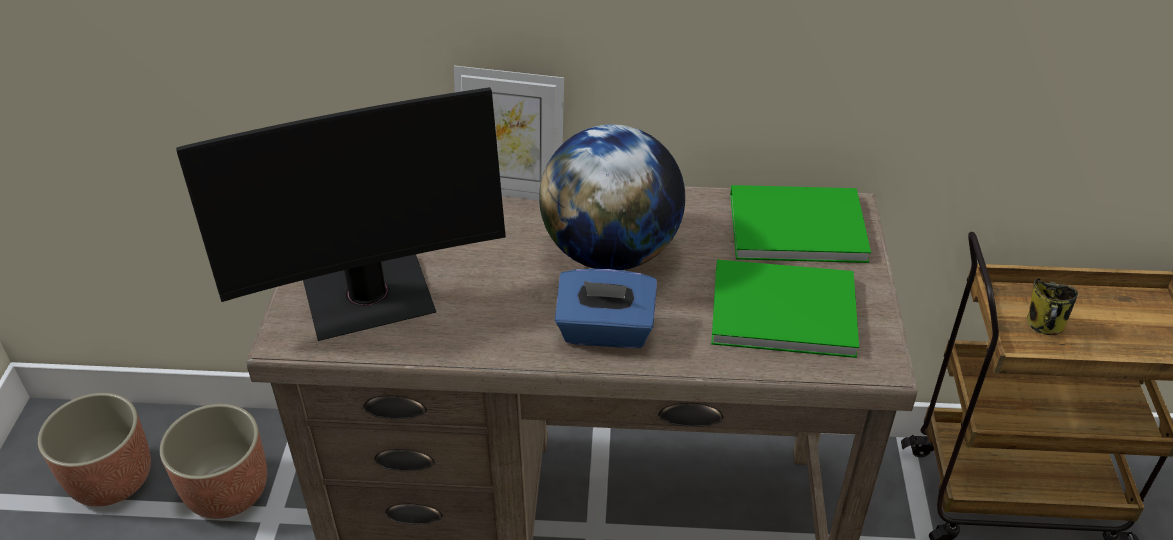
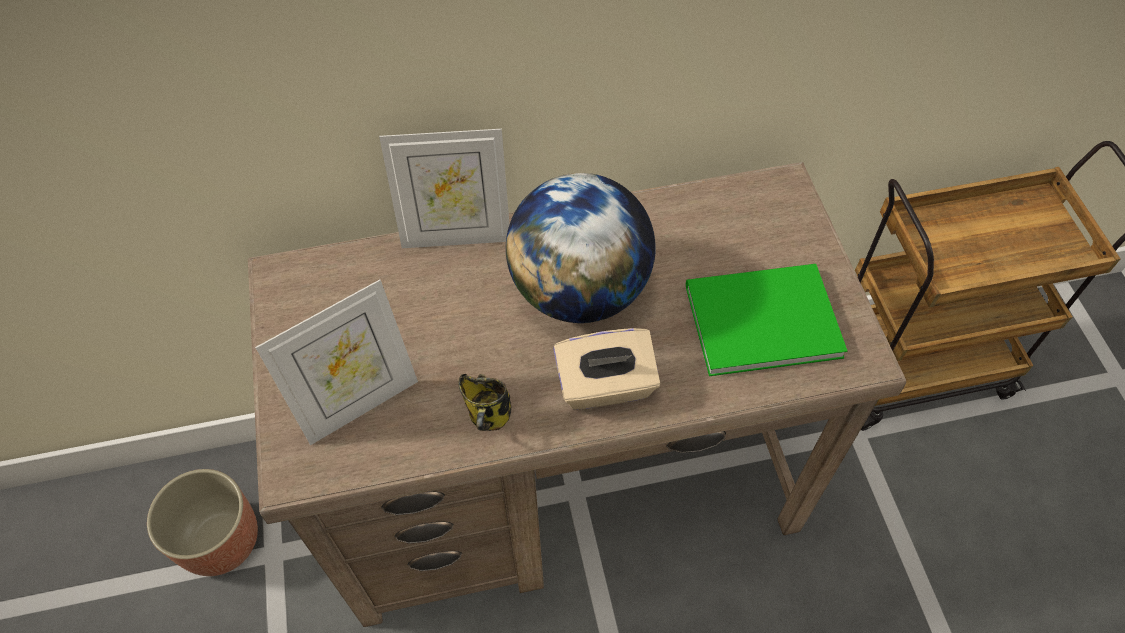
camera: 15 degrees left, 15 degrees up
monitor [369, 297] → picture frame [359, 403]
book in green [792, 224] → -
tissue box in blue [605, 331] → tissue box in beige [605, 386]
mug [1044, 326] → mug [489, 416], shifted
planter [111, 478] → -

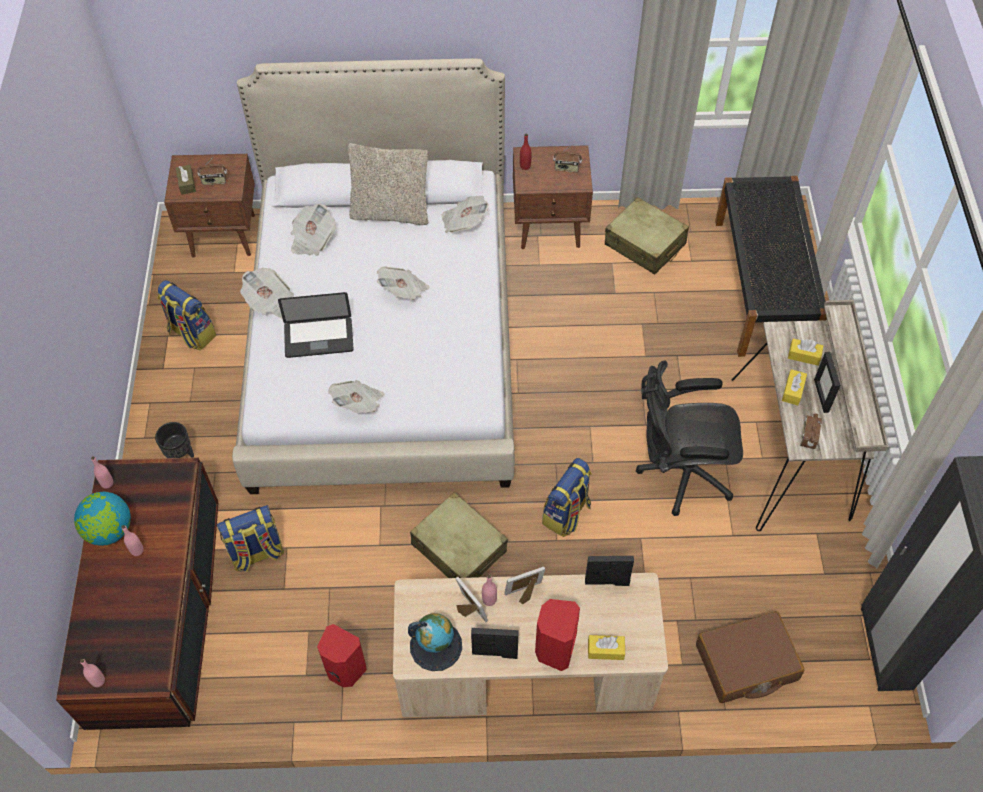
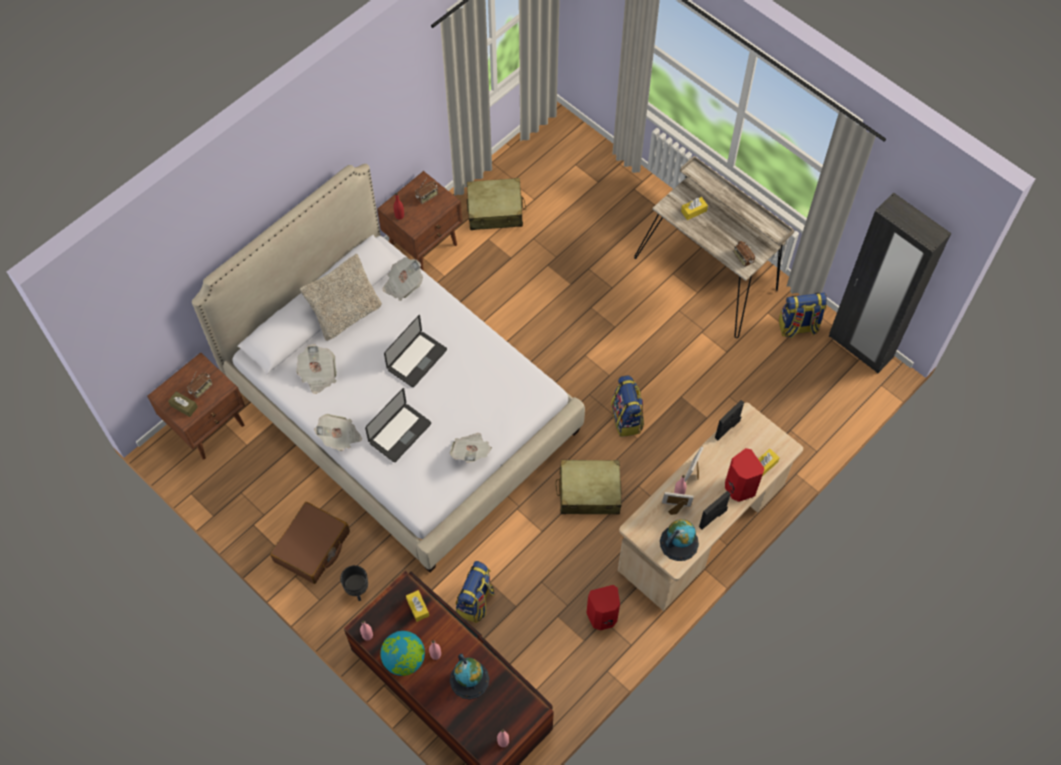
camera: 45 degrees left, 5 degrees up
bench in black [763, 285] → -
newspaper [403, 291] → laptop [417, 360]
backpack [191, 333] → backpack [798, 327], shifted
picture frame [822, 395] → -
office chair [680, 472] → -
tissue box in yellow [793, 391] → tissue box in yellow [418, 607], shifted
suitcase in brown [746, 663] → suitcase in brown [312, 547], shifted
- → globe [469, 679]

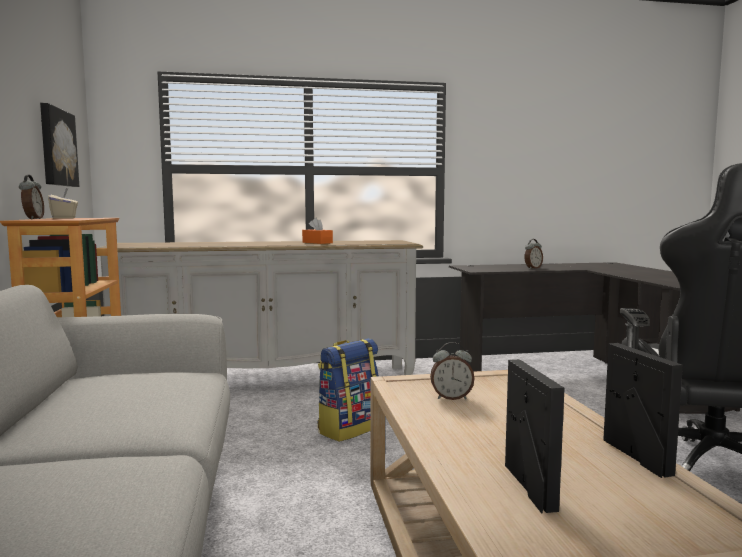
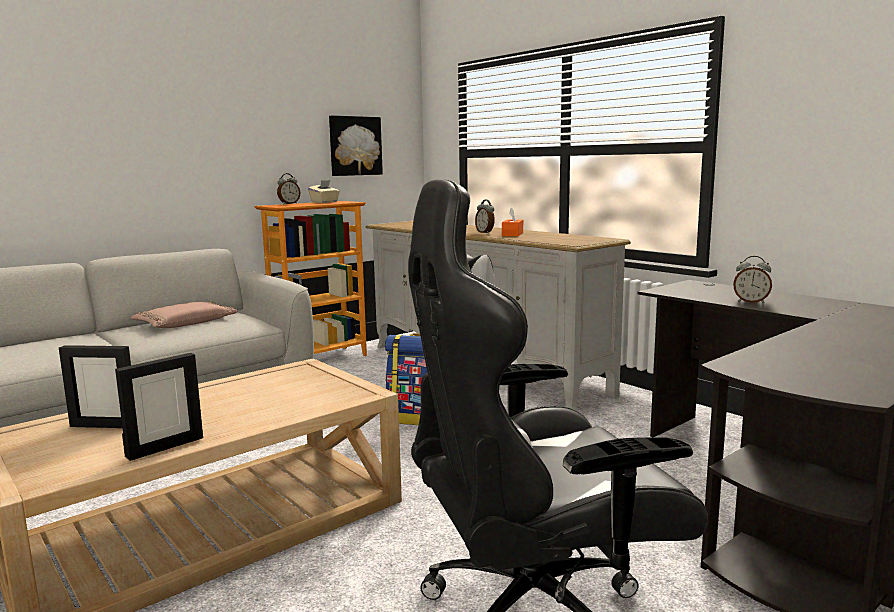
camera: 60 degrees right, 5 degrees up
alarm clock [451, 397] → alarm clock [485, 233], shifted
picture frame [527, 487] → picture frame [105, 425], 45 degrees clockwise
- → pillow in beige [186, 321]

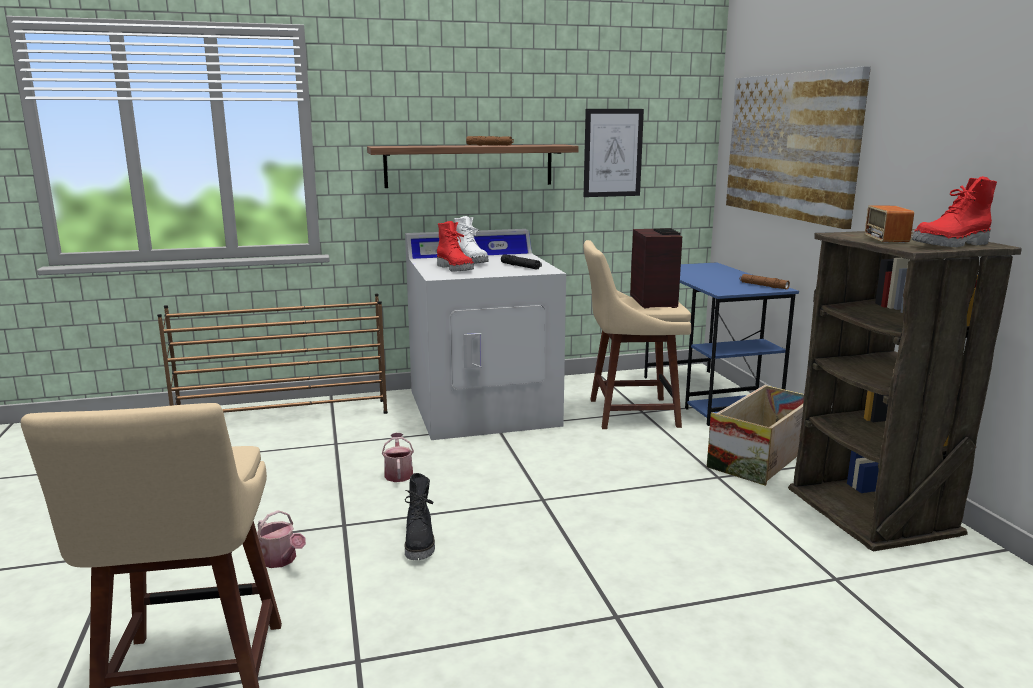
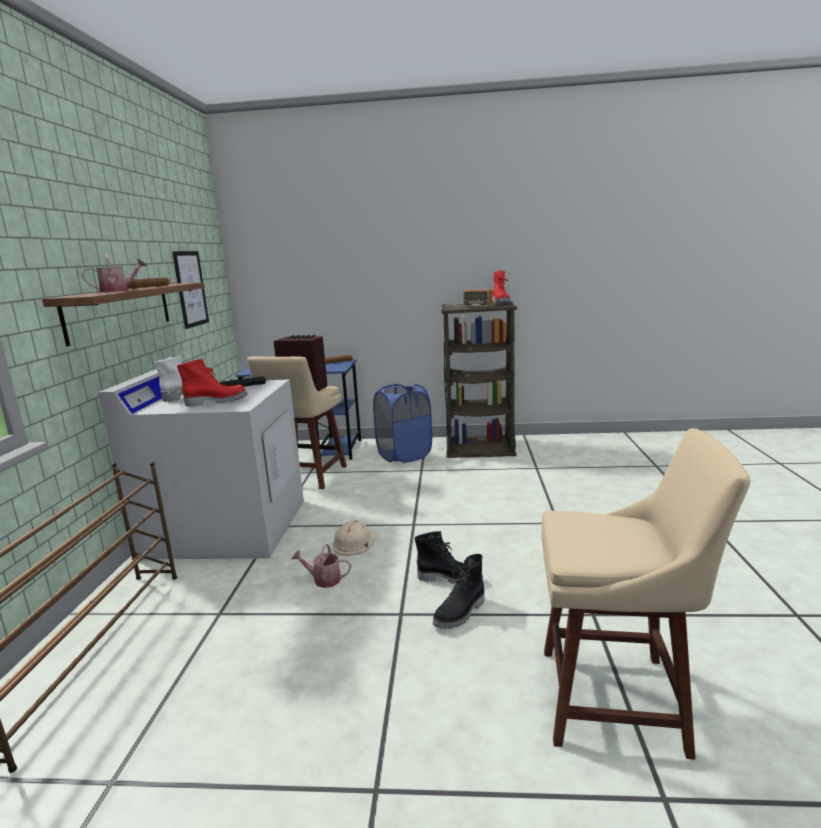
camera: 70 degrees left, 0 degrees up
picture [790, 146] → -
crate [761, 456] → laundry basket in blue [404, 455]
watering can [281, 560] → watering can [119, 291], shifted
- → hard hat in beige [355, 542]
- → boot in black [460, 614]

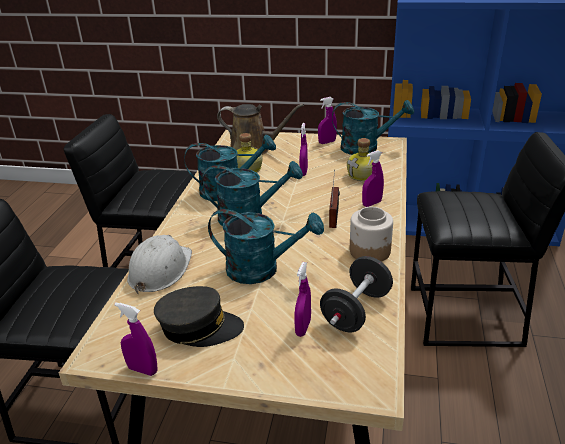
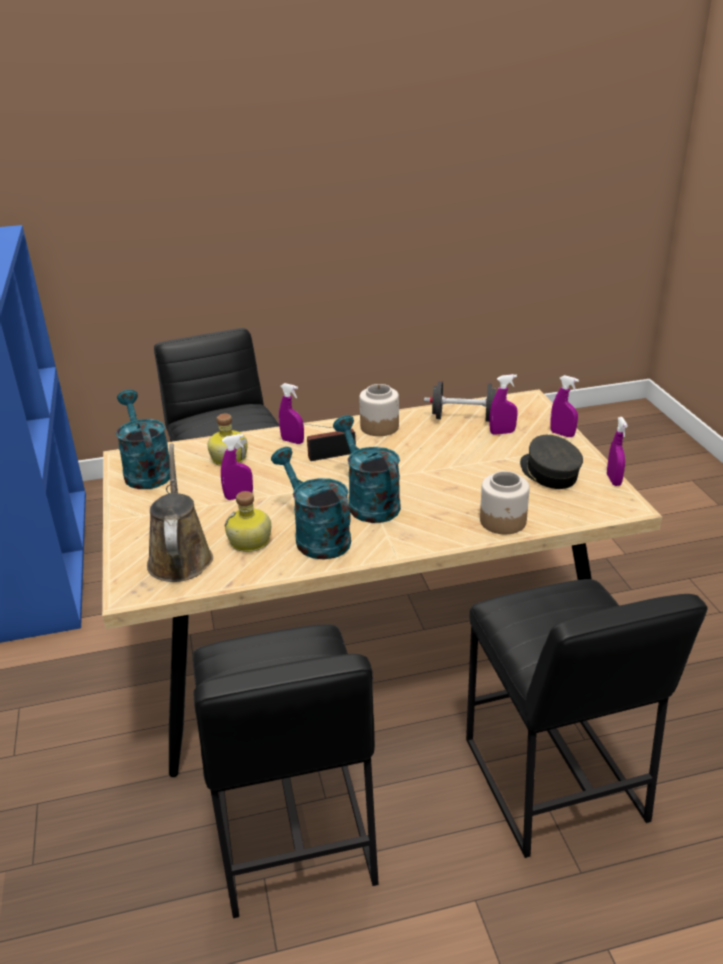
camera: 115 degrees left, 0 degrees up
spray bottle in purple [327, 142] → spray bottle in purple [562, 434], shifted
watering can in turquoise [262, 269] → -
hard hat in white [160, 270] → jar [503, 521]

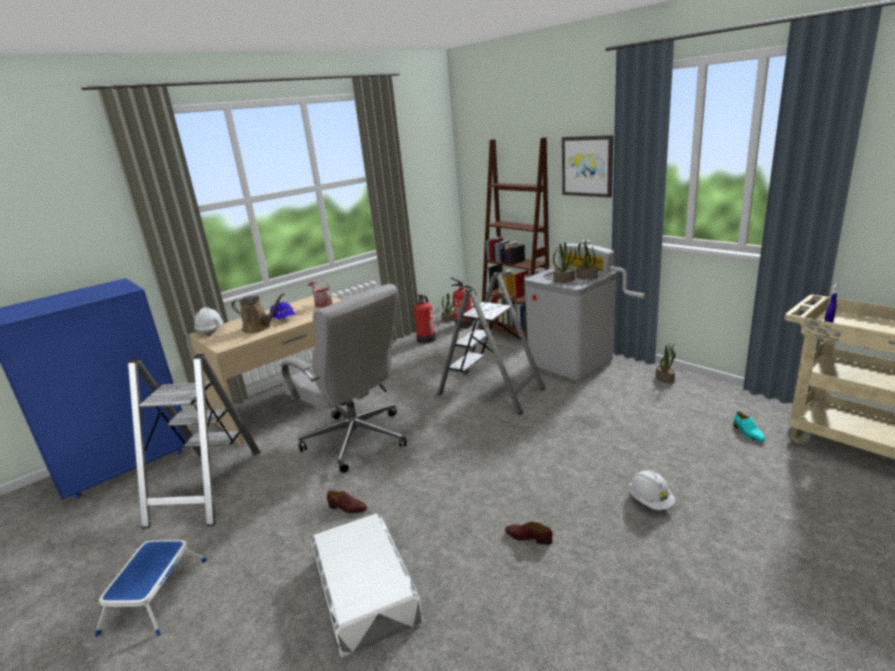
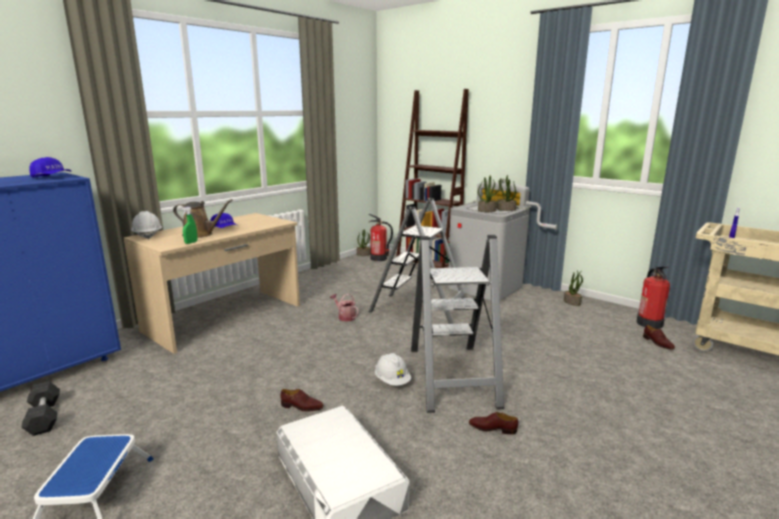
camera: 10 degrees left, 5 degrees down
picture [587, 166] → -
watering can [322, 304] → watering can [345, 317], shifted
office chair in grey [356, 438] → -
fire extinguisher [426, 339] → fire extinguisher [649, 323], shifted
step ladder in grey [205, 487] → step ladder in grey [452, 377], shifted
shoe in turquoise [748, 433] → shoe in brown [657, 343]
hard hat in white [650, 501] → hard hat in white [392, 381], shifted
- → cap in blue [52, 177]
- → spray bottle in green [191, 242]
- → dumbbell in grey [44, 417]

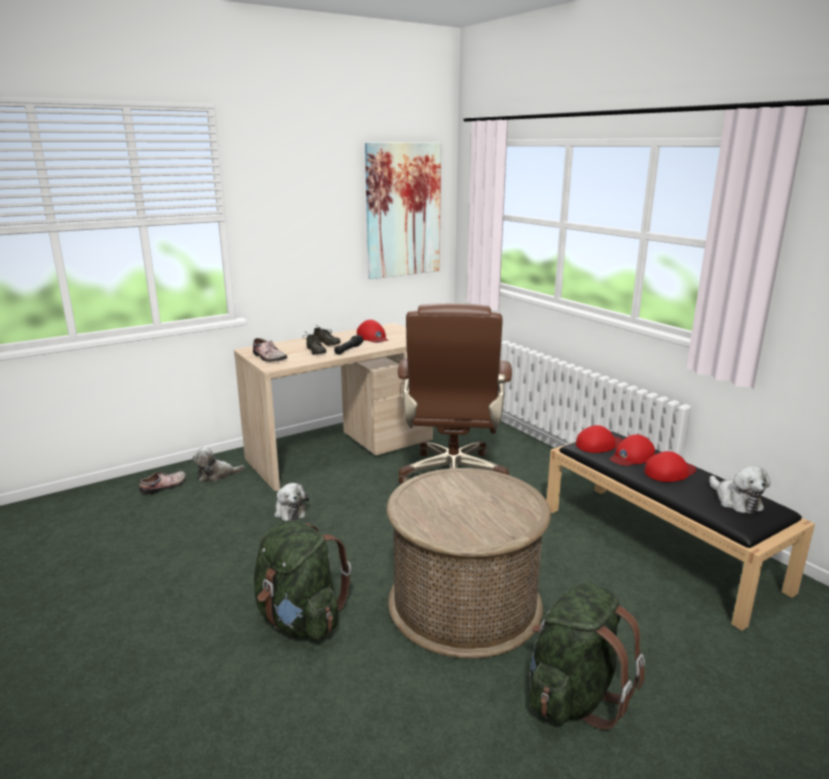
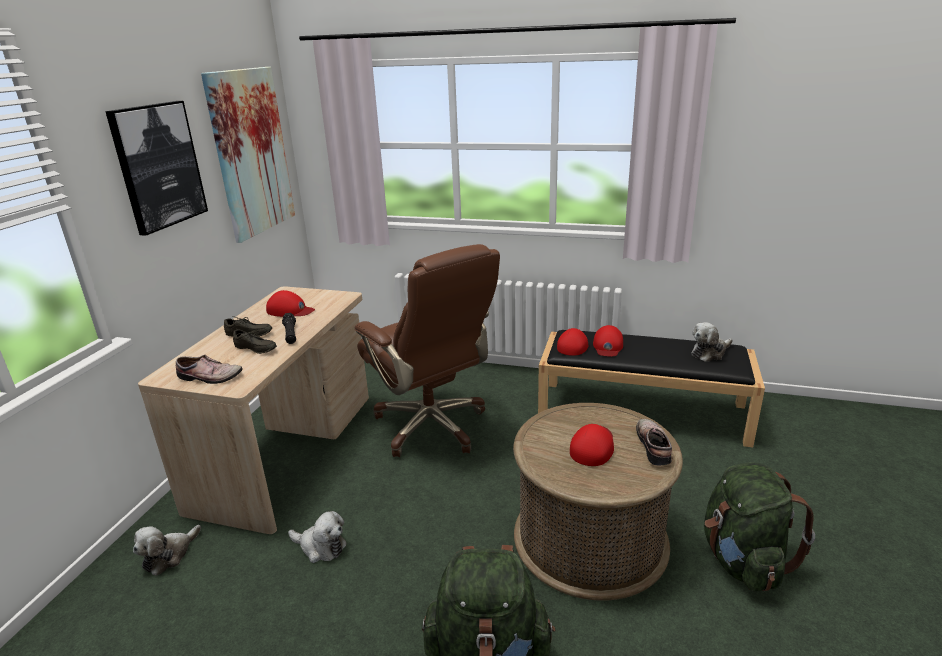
camera: 40 degrees left, 5 degrees up
cap in red [670, 472] → cap in red [593, 447], shifted
plush toy [736, 501] → plush toy [709, 353], 120 degrees clockwise
shoe [165, 487] → shoe [655, 446], shifted
- → picture [158, 166]

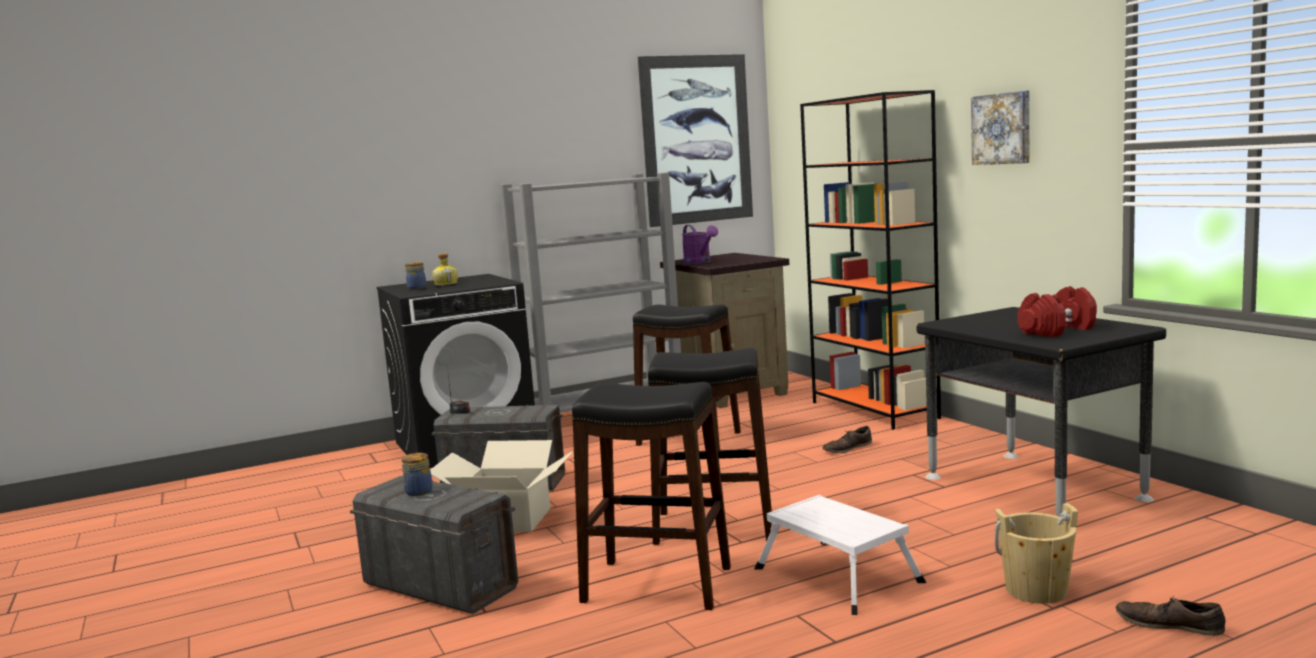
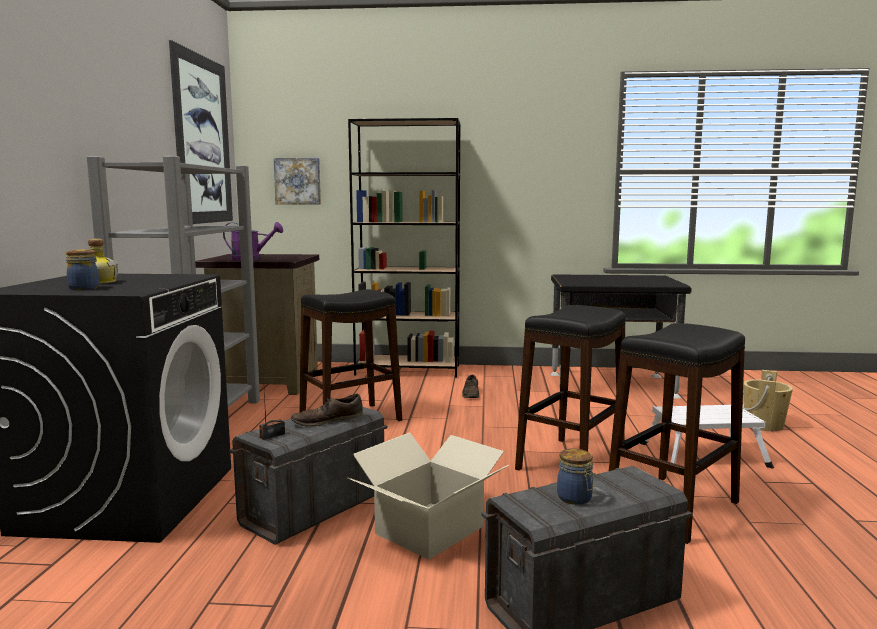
camera: 60 degrees left, 0 degrees up
bookcase in orange [875, 410] → bookcase in beige [408, 370]
picture [1002, 128] → picture [298, 181], shifted
dumbbell in red [1057, 330] → -
shoe in brown [1168, 625] → shoe in brown [327, 420], shifted

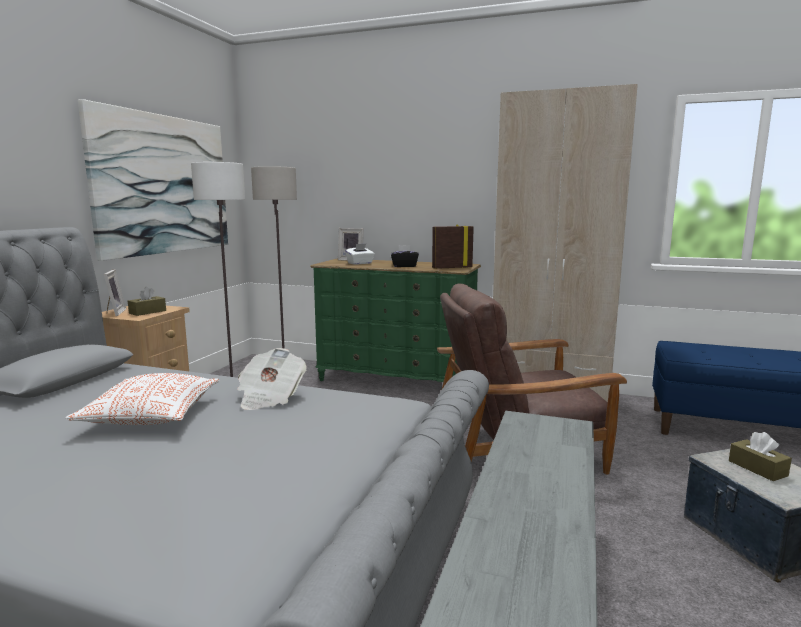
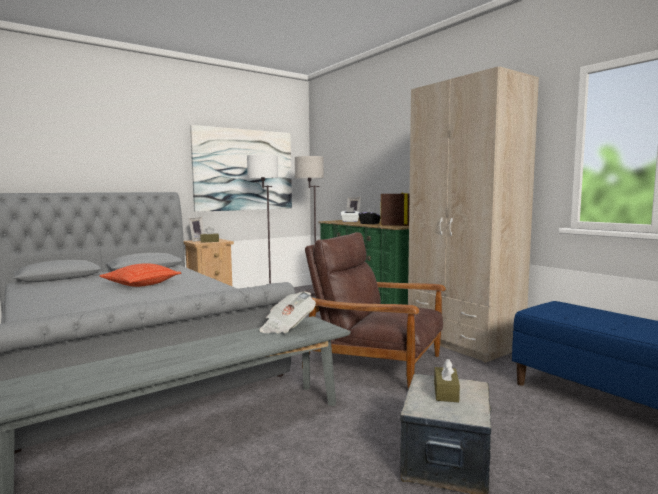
camera: 35 degrees right, 5 degrees down
newspaper [270, 397] → newspaper [287, 327], shifted
pillow in white [152, 416] → pillow in orange [141, 284]

